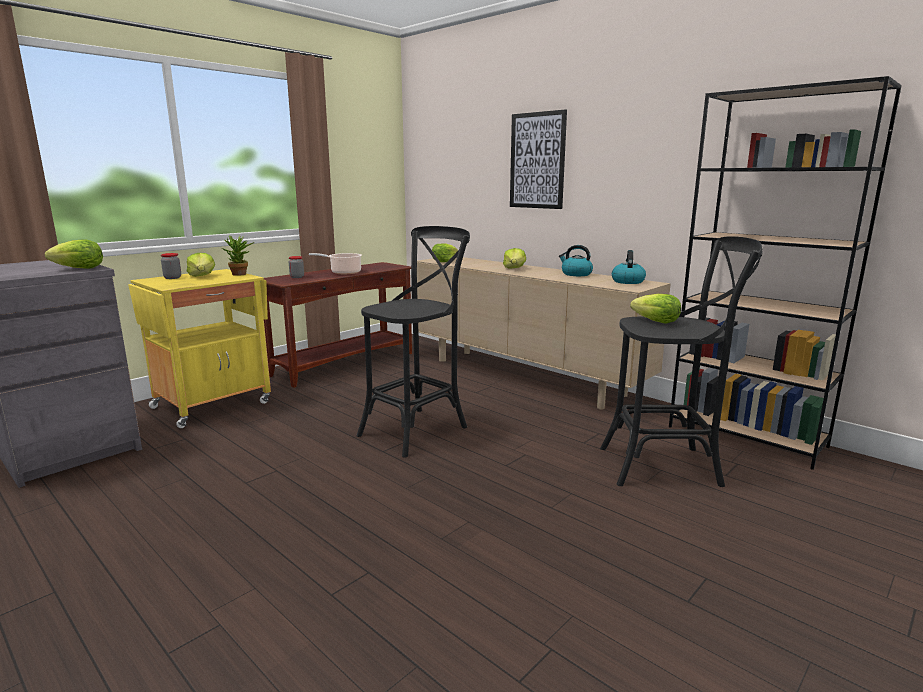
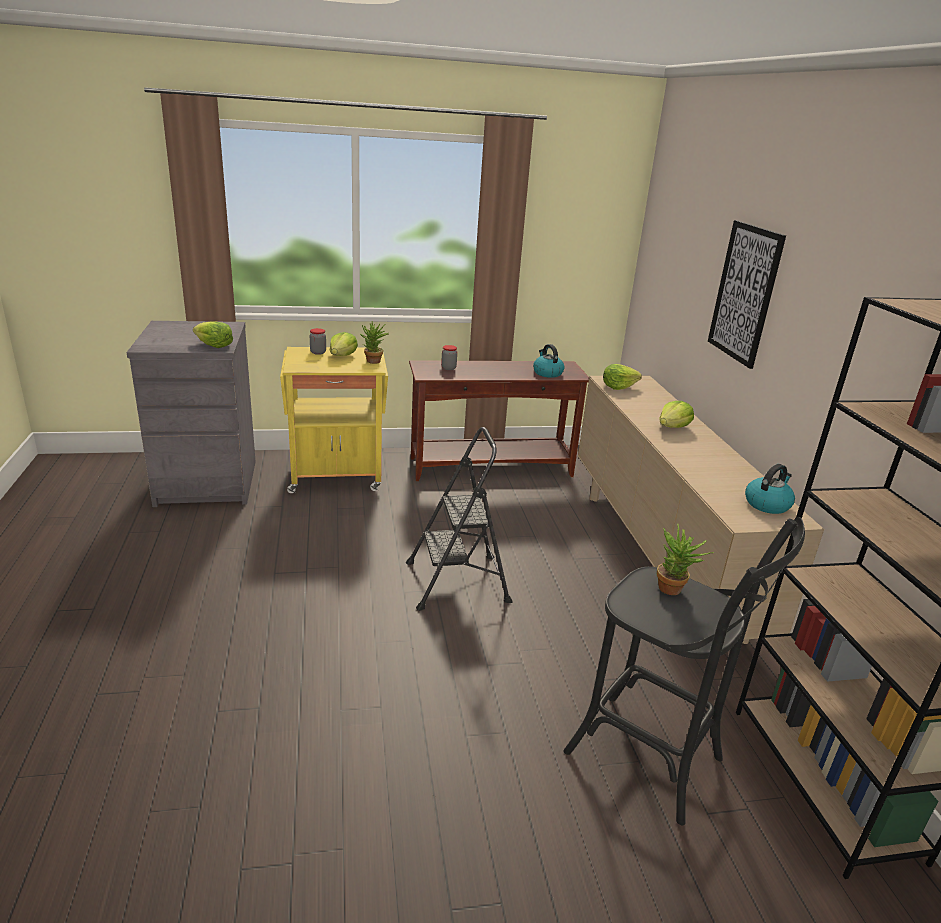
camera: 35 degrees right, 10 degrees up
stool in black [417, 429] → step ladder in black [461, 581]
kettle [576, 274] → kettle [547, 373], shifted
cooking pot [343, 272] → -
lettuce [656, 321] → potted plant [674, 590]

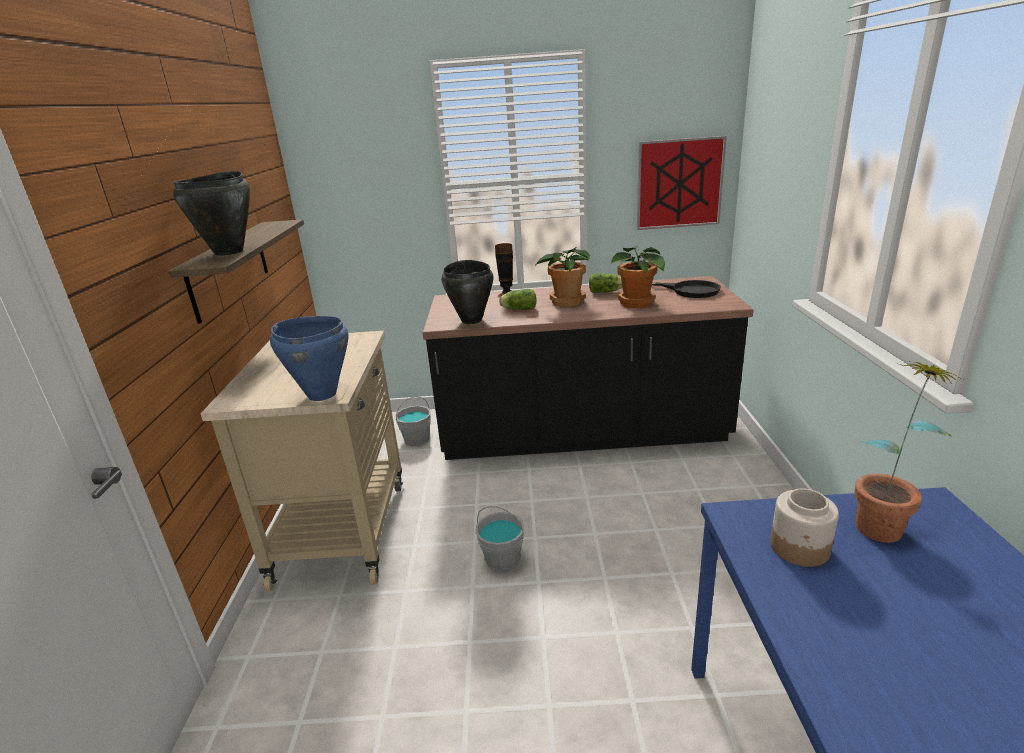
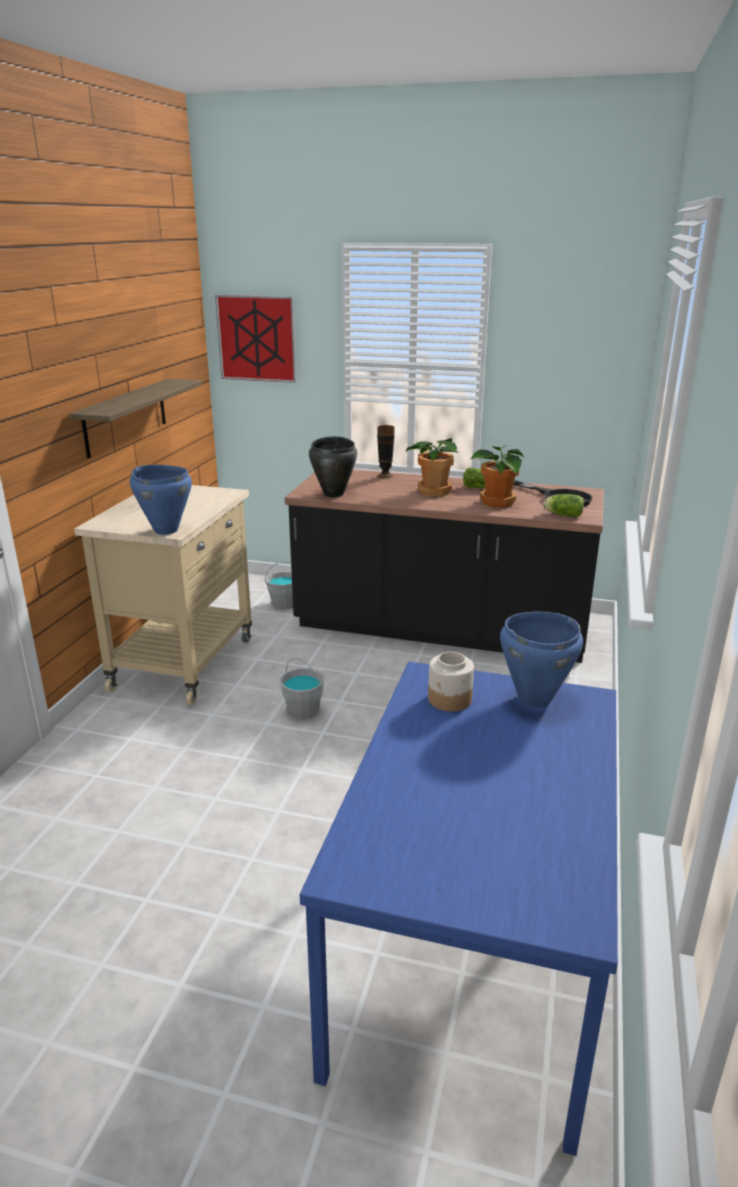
camera: 15 degrees right, 0 degrees up
picture [679, 183] → picture [257, 338], shifted
cooking pot in black [229, 252] → -
lettuce [518, 309] → lettuce [562, 515], shifted
potted plant [884, 522] → cooking pot in blue [533, 699]

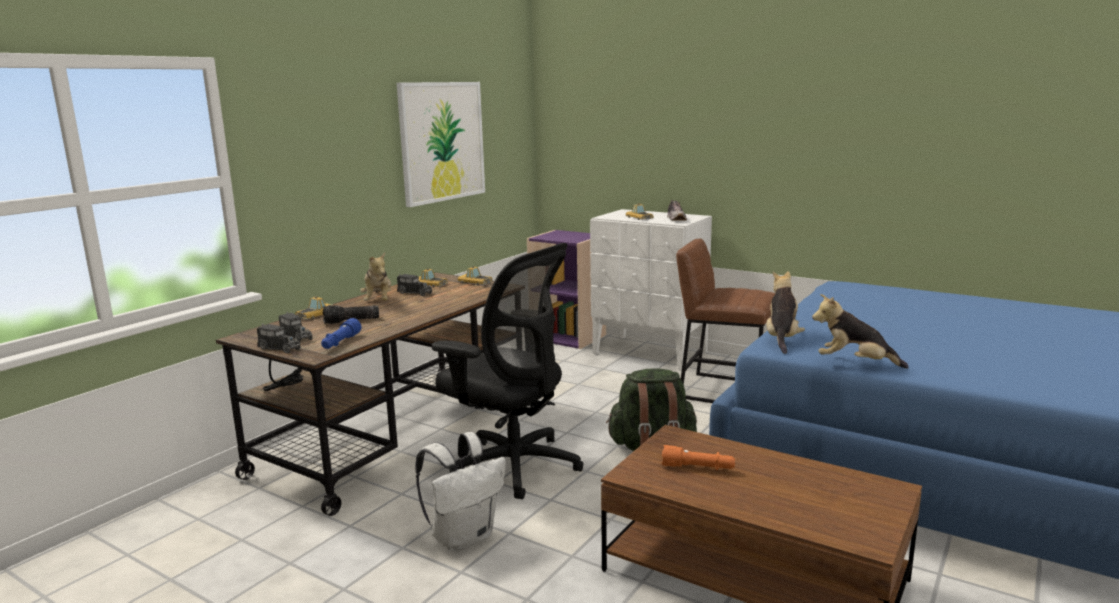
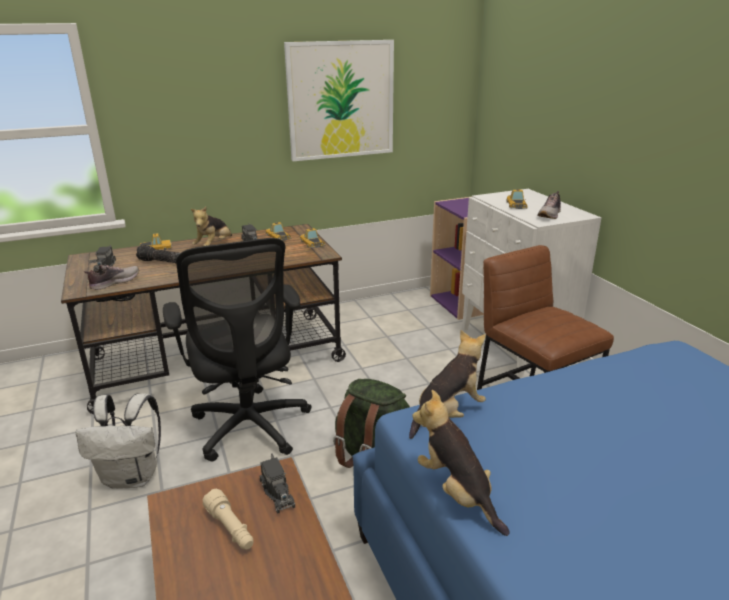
camera: 35 degrees right, 10 degrees up
flashlight in blue [340, 343] → shoe [114, 282]
toy truck [278, 348] → toy truck [277, 492], shifted
flashlight in orange [698, 468] → flashlight in beige [230, 528]

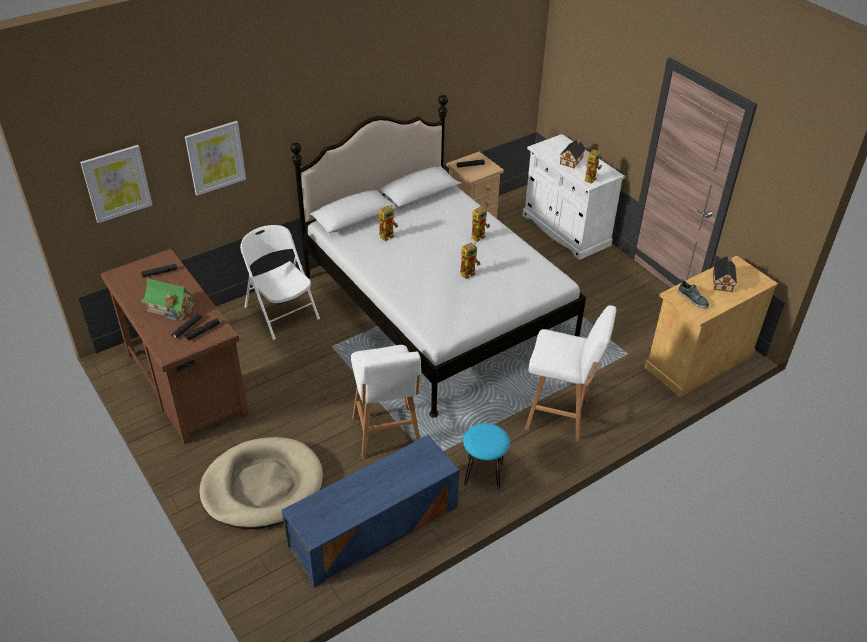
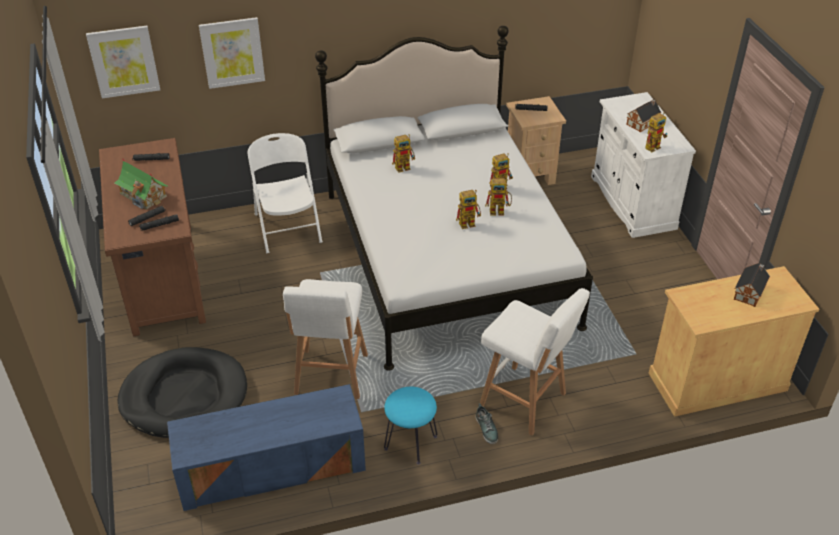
camera: 20 degrees right, 0 degrees up
shoe [693, 299] → shoe [487, 429], shifted
dog bed in beige [262, 486] → dog bed in black [184, 396]
- → toy robot [500, 211]

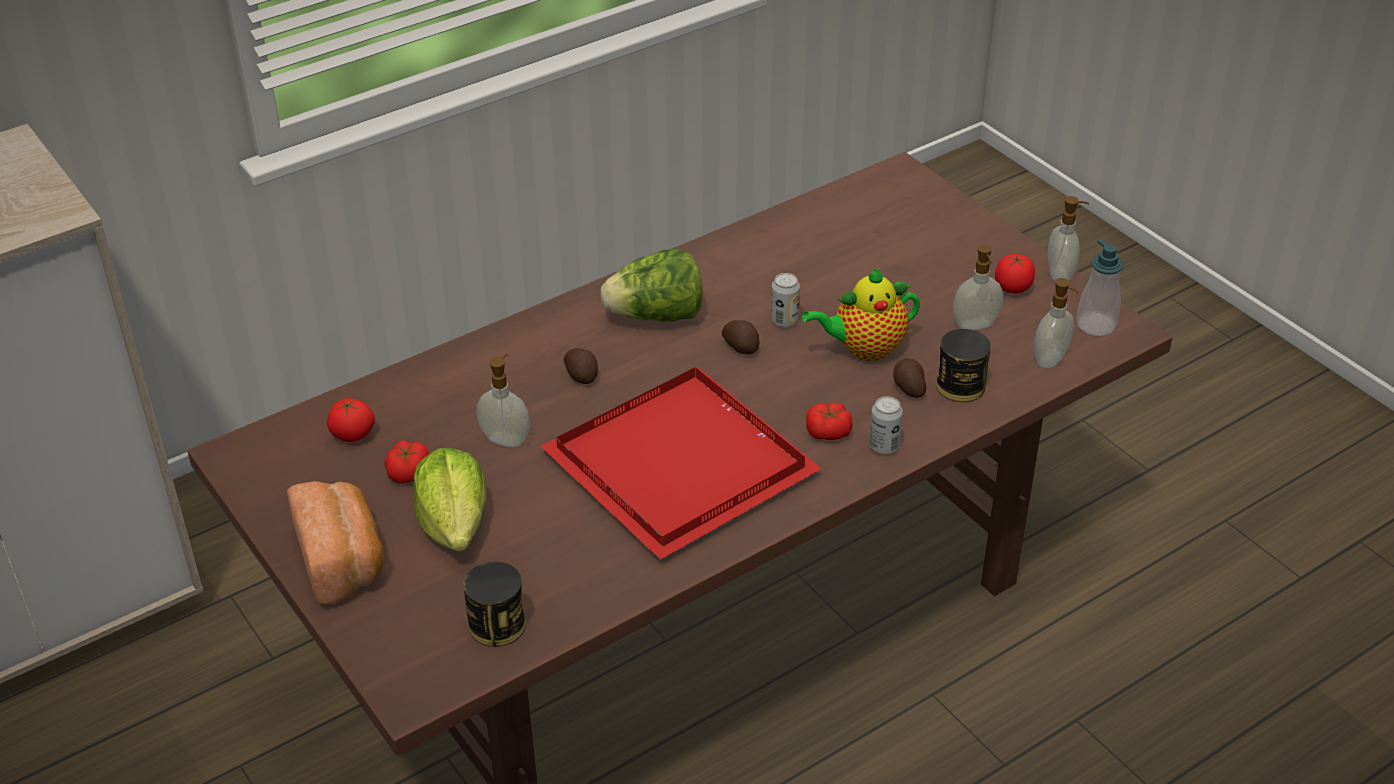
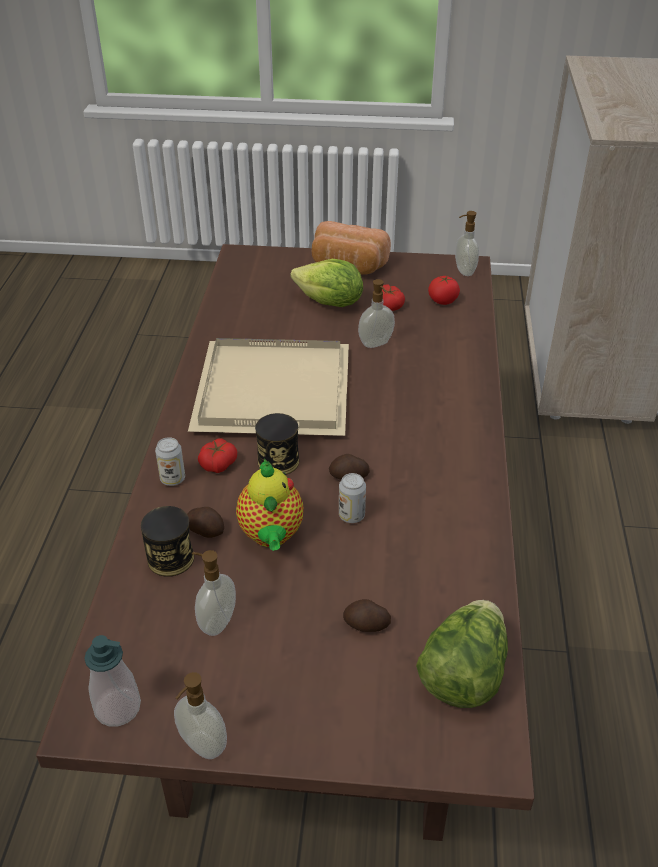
camera: 130 degrees right, 0 degrees up
lettuce [656, 316] → lettuce [463, 674], shifted
tomato [1013, 287] → -
teapot [864, 349] → teapot [271, 536], 150 degrees clockwise
soap dispenser [1051, 360] → soap dispenser [464, 271], shifted
potato [582, 375] → potato [366, 625], shifted
tray in red [685, 465] → tray in beige [270, 392]
can [497, 625] → can [278, 461], shifted

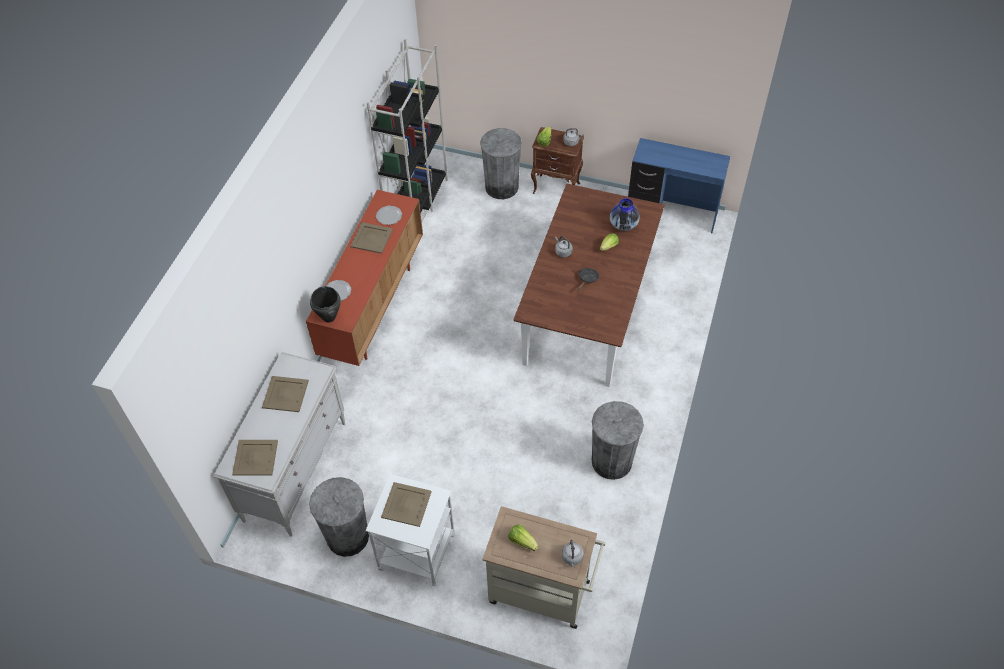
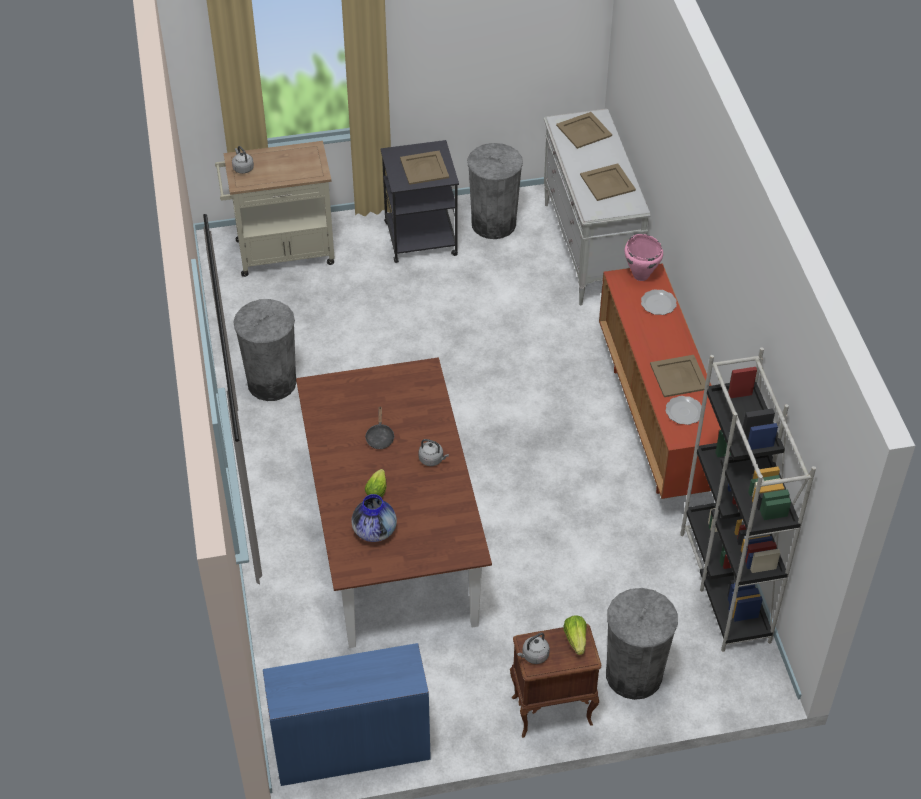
camera: 150 degrees right, 5 degrees down
cooking pot in black [329, 318] → cooking pot in pink [641, 275]
cart in white [415, 550] → cart in black [422, 238]
lettuce [522, 541] → -

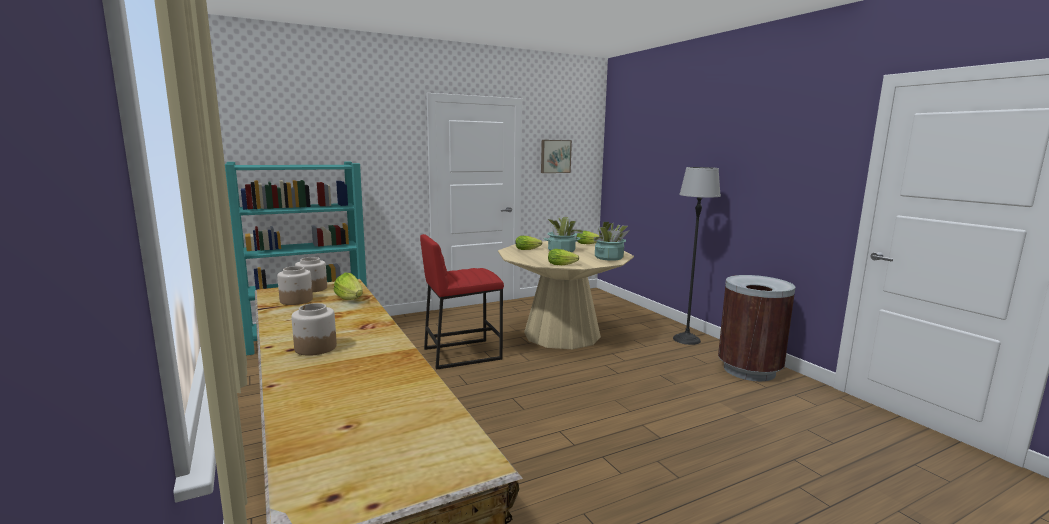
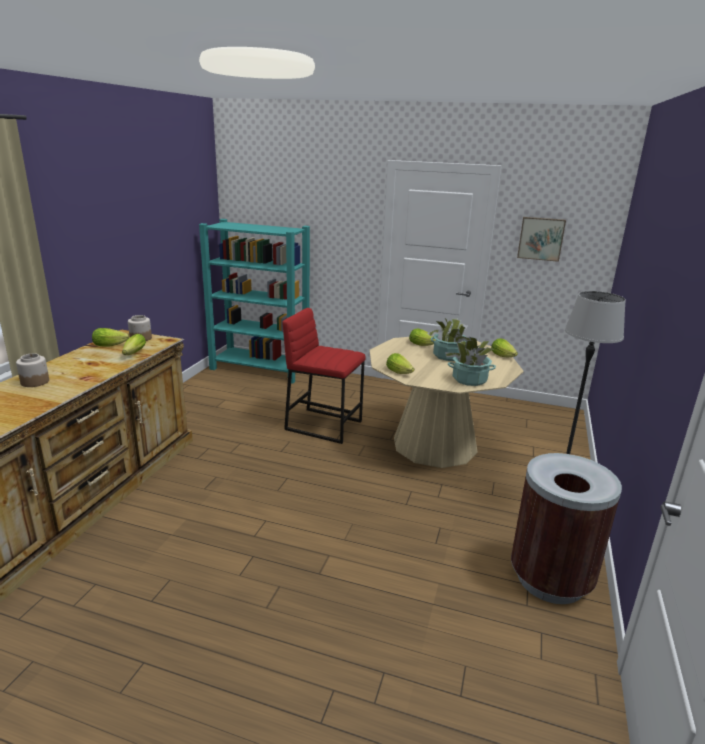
camera: 45 degrees right, 10 degrees up
jar [296, 300] → lettuce [112, 345]

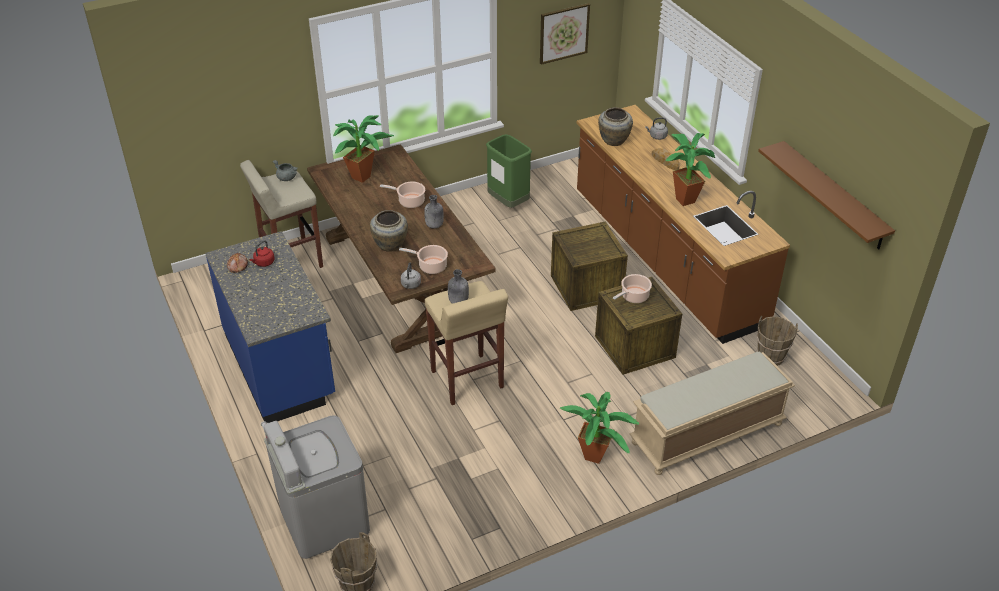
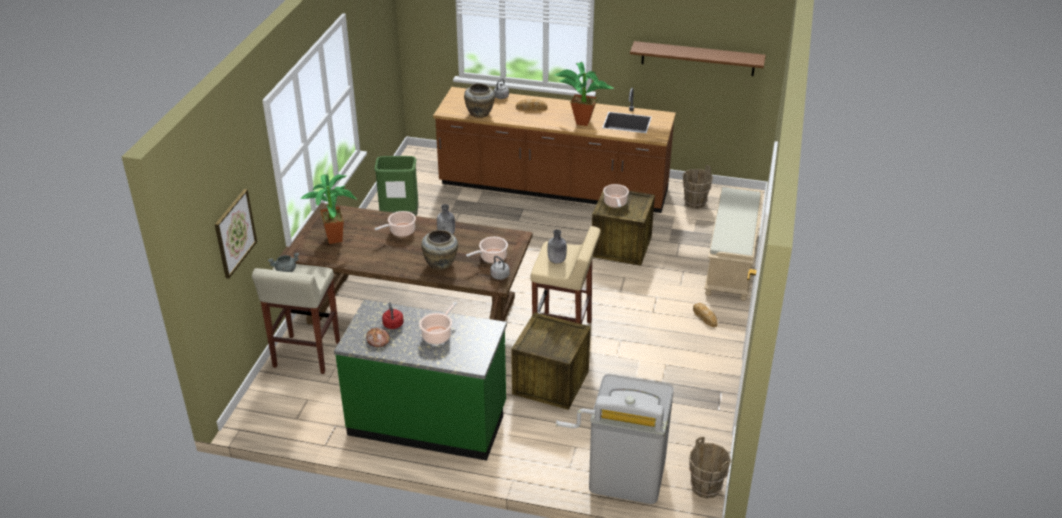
camera: 50 degrees left, 5 degrees down
picture [563, 33] → picture [234, 233], shifted
crate [586, 287] → crate [550, 382], shifted
counter in blue [280, 366] → counter in green [428, 420]
potted plant [597, 459] → bread [704, 317]
- → cooking pot [438, 335]

